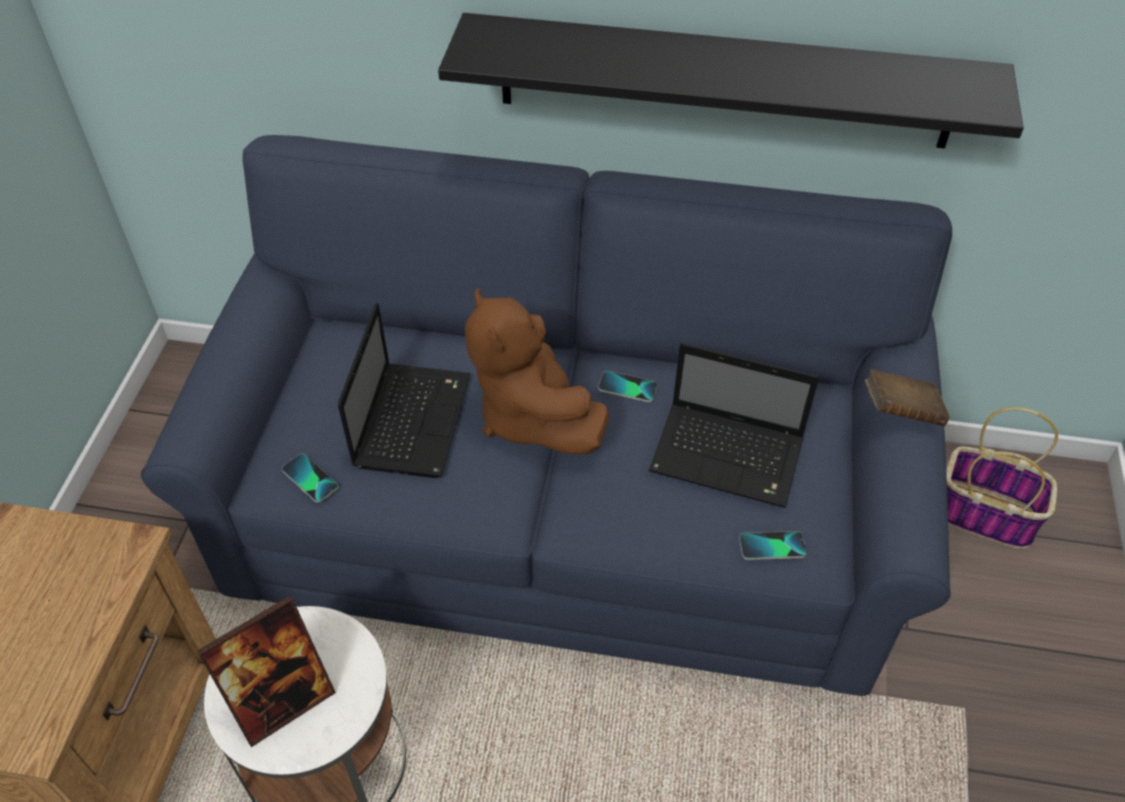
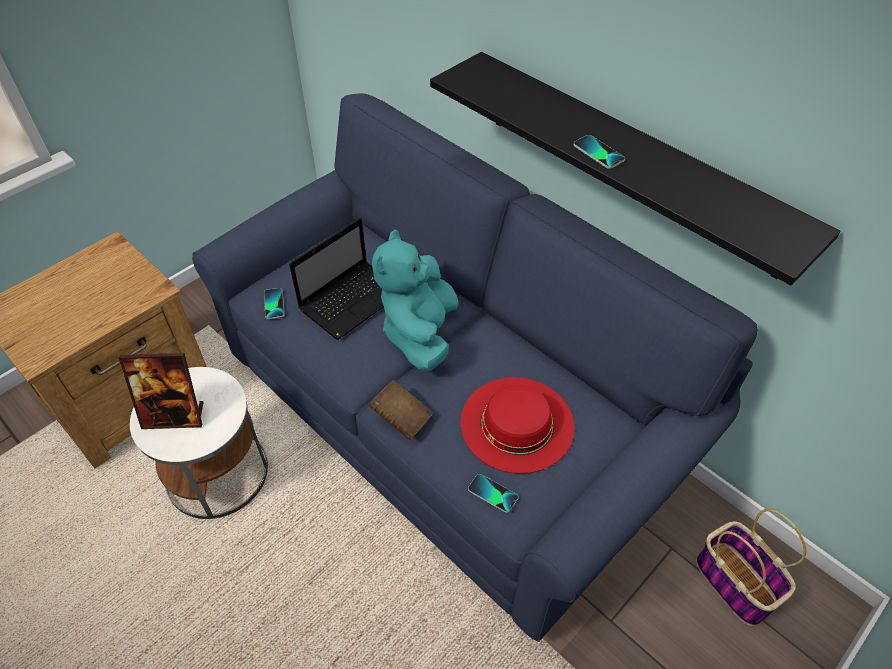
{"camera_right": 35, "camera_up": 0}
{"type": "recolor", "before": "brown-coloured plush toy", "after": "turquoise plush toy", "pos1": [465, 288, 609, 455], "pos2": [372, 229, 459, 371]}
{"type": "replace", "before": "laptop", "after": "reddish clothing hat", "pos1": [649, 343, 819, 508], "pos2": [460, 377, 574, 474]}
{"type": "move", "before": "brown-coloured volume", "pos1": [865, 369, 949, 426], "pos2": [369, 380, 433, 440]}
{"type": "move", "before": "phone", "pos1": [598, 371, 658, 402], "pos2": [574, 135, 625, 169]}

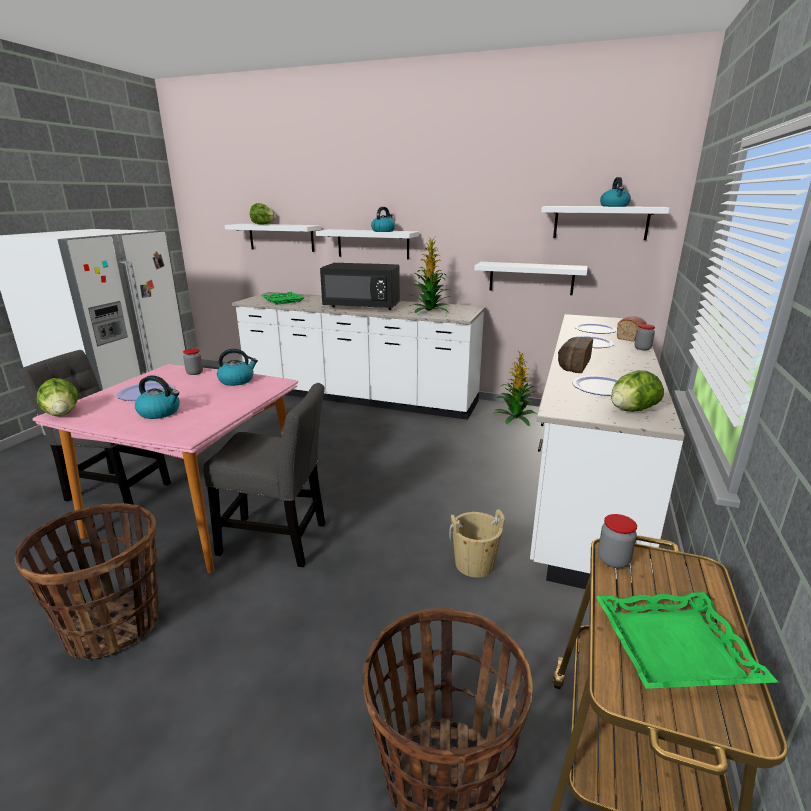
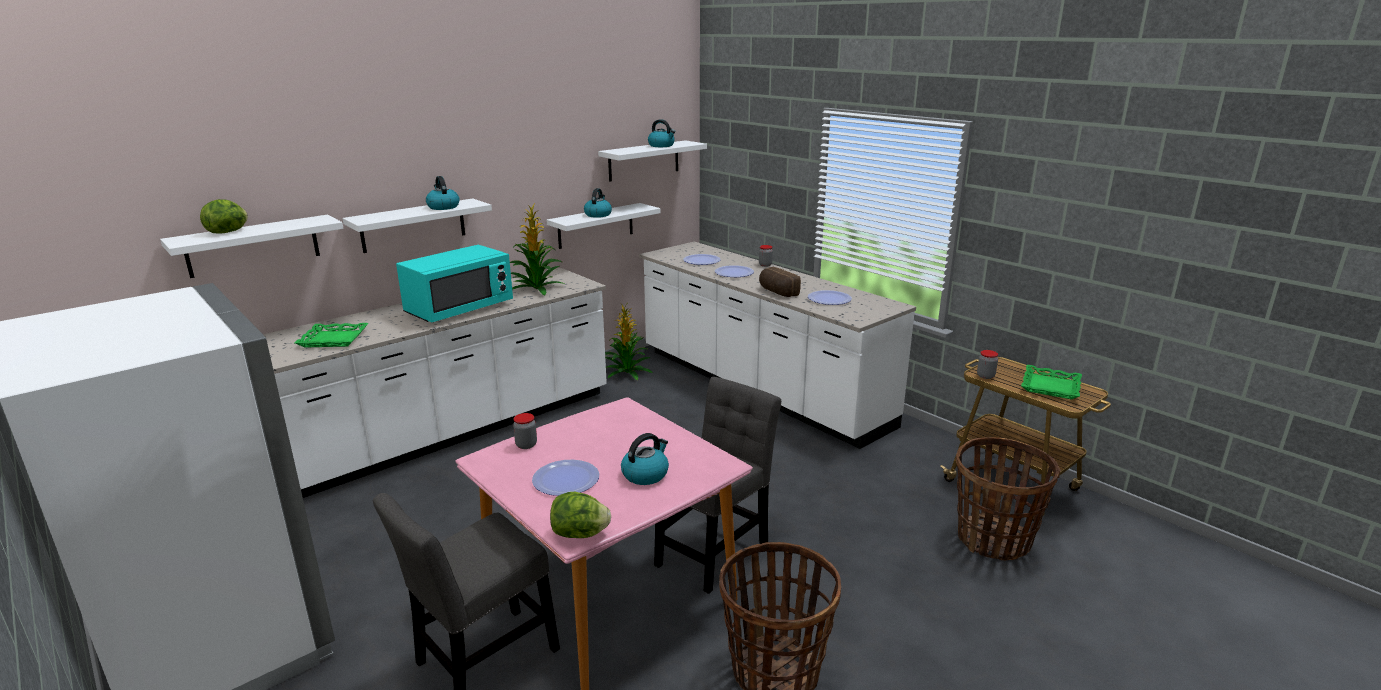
{"camera_right": -60, "camera_up": 0}
{"type": "recolor", "before": "black microwave oven", "after": "turquoise microwave oven", "pos1": [320, 263, 400, 310], "pos2": [396, 245, 513, 322]}
{"type": "delete", "before": "bakery bread", "pos1": [617, 316, 647, 342]}
{"type": "move", "before": "tea kettle", "pos1": [217, 349, 258, 386], "pos2": [584, 188, 612, 218]}
{"type": "delete", "before": "head of lettuce", "pos1": [611, 370, 664, 412]}
{"type": "delete", "before": "beige-coloured pail", "pos1": [449, 509, 505, 578]}

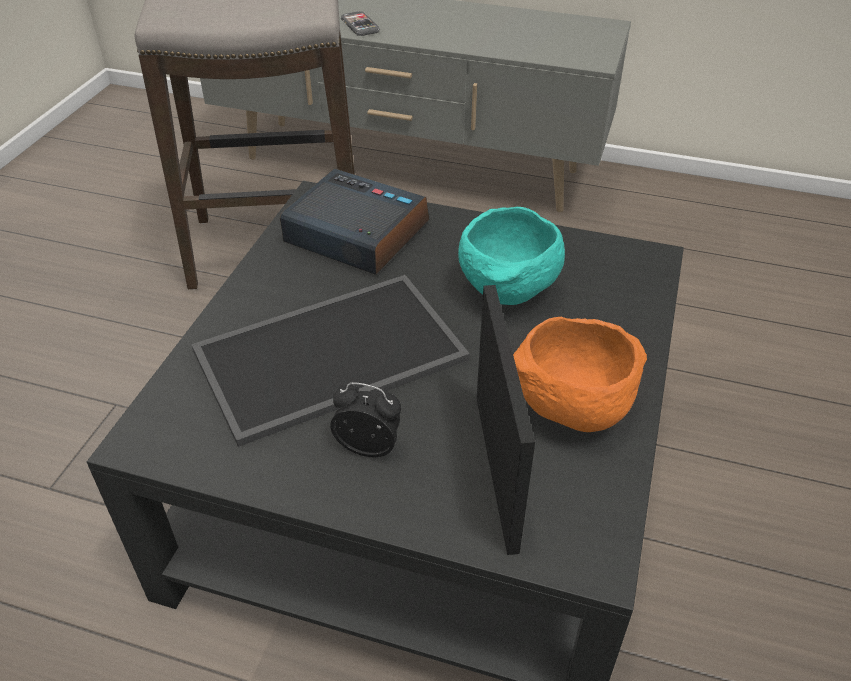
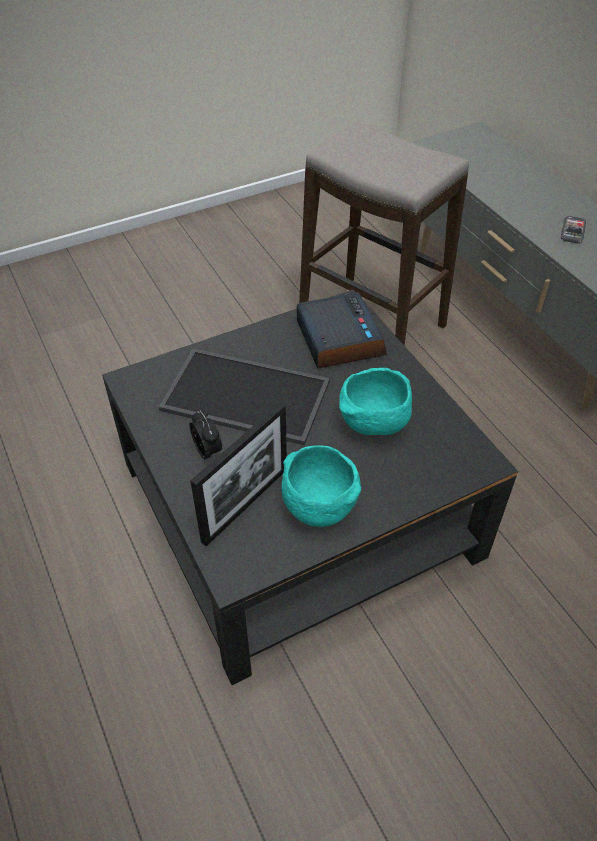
{"camera_right": 45, "camera_up": 5}
{"type": "move", "before": "phone", "pos1": [341, 11, 380, 36], "pos2": [561, 216, 586, 243]}
{"type": "recolor", "before": "orange bowl", "after": "turquoise bowl", "pos1": [513, 317, 647, 432], "pos2": [281, 445, 361, 527]}

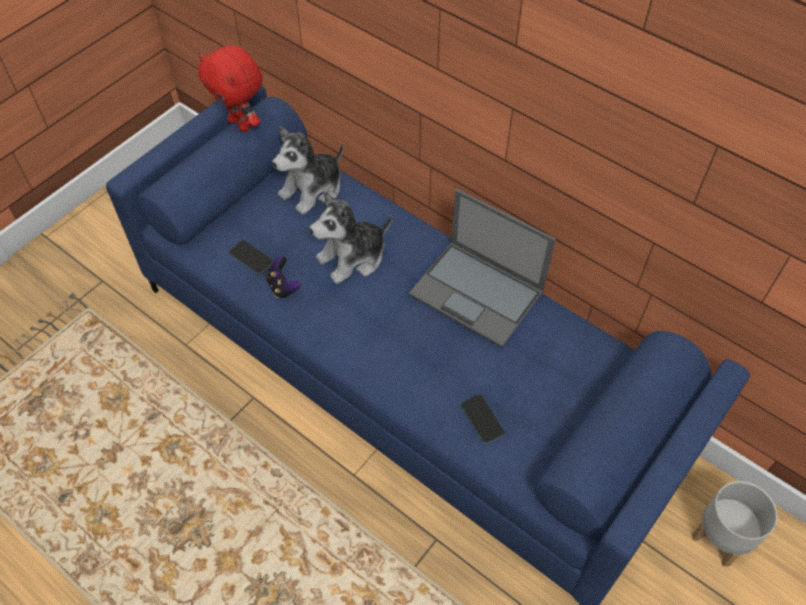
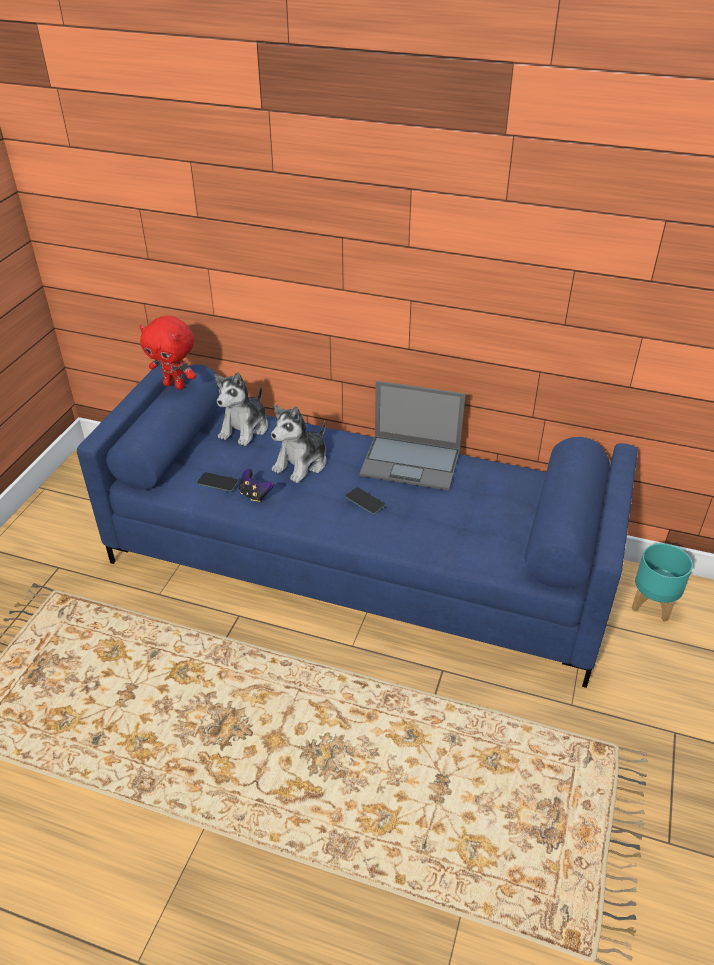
{"camera_right": -20, "camera_up": -15}
{"type": "move", "before": "phone", "pos1": [460, 394, 505, 444], "pos2": [345, 487, 386, 514]}
{"type": "recolor", "before": "greyish plant pot", "after": "turquoise plant pot", "pos1": [692, 481, 778, 566], "pos2": [632, 543, 693, 622]}

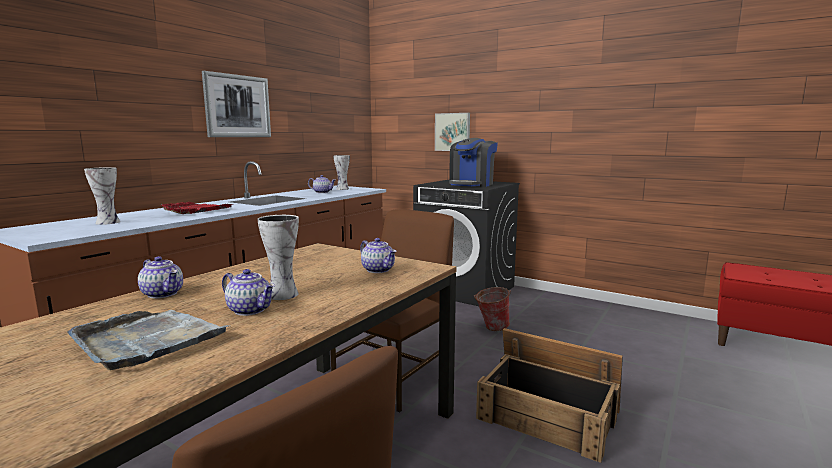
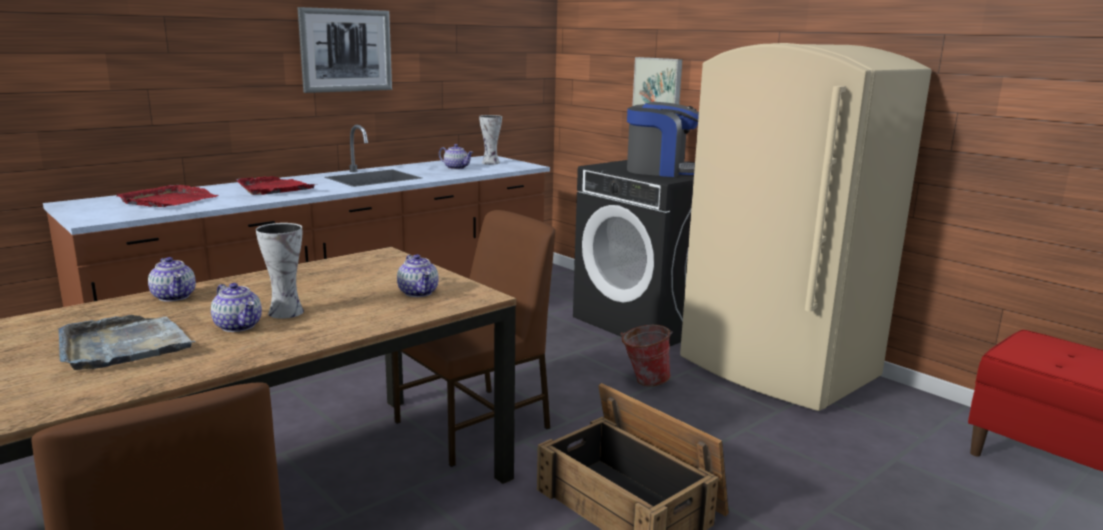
{"camera_right": 15, "camera_up": 5}
{"type": "rotate", "before": "coffee brewer", "pos1": [449, 138, 498, 187], "pos2": [627, 102, 699, 177], "turn": -120}
{"type": "replace", "before": "decorative vase", "after": "reddish serving tray", "pos1": [84, 167, 120, 225], "pos2": [116, 185, 219, 207]}
{"type": "insert", "after": "beige-coloured fridge", "pos2": [680, 43, 932, 411]}

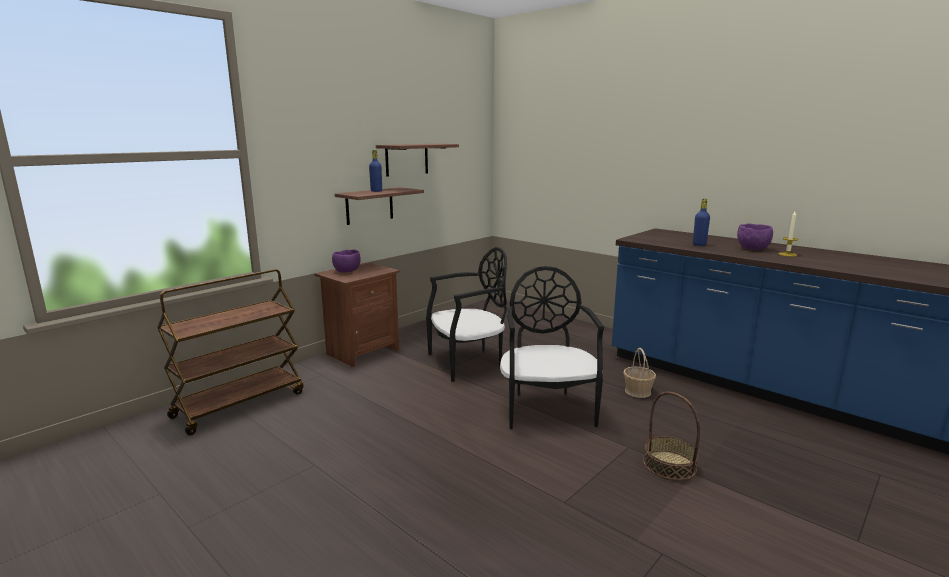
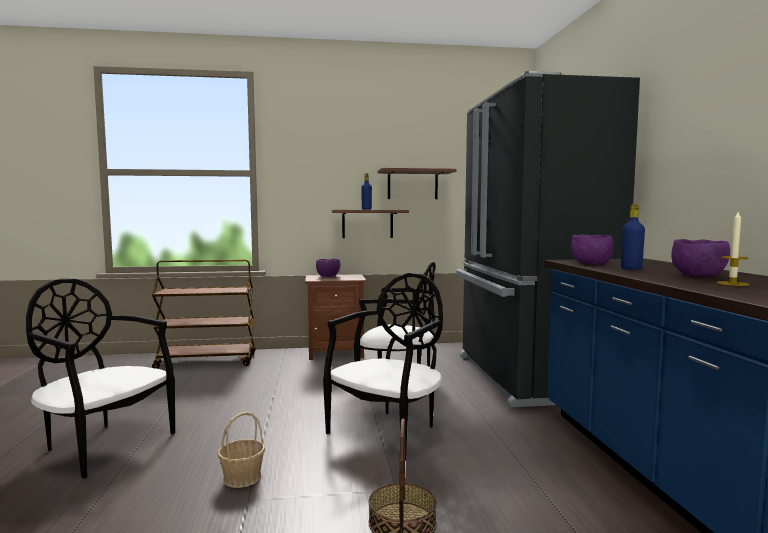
{"camera_right": 40, "camera_up": -10}
{"type": "move", "before": "storage basket", "pos1": [623, 348, 656, 398], "pos2": [218, 412, 265, 488]}
{"type": "insert", "after": "black fridge", "pos2": [456, 71, 640, 407]}
{"type": "insert", "after": "purple bowl", "pos2": [571, 234, 614, 265]}
{"type": "insert", "after": "black chair", "pos2": [26, 278, 175, 478]}

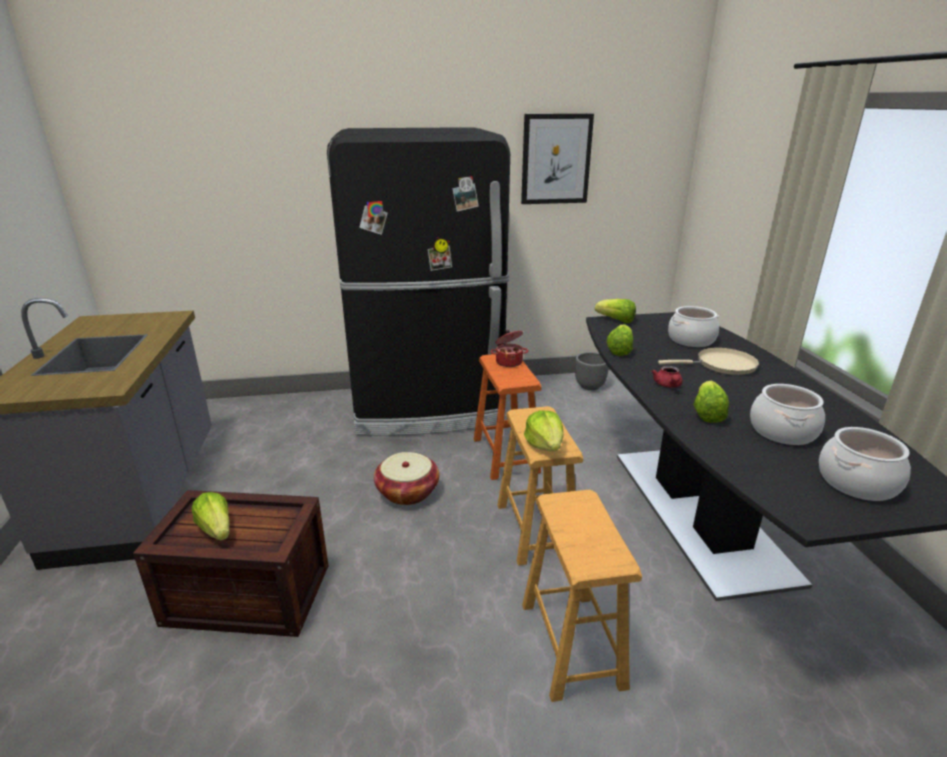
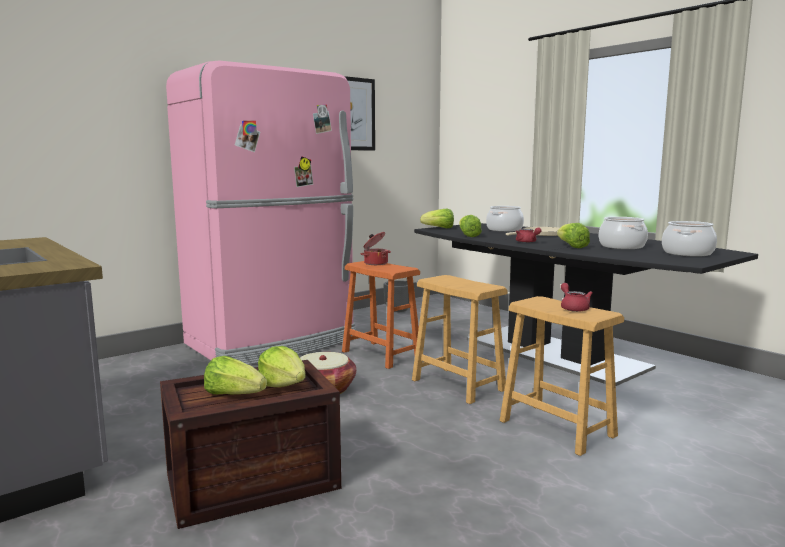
{"camera_right": -30, "camera_up": -15}
{"type": "recolor", "before": "black fridge", "after": "pink fridge", "pos1": [327, 127, 510, 436], "pos2": [166, 61, 356, 365]}
{"type": "move", "before": "head of lettuce", "pos1": [524, 410, 564, 451], "pos2": [258, 346, 306, 387]}
{"type": "insert", "after": "reddish pot for tea", "pos2": [561, 283, 593, 312]}

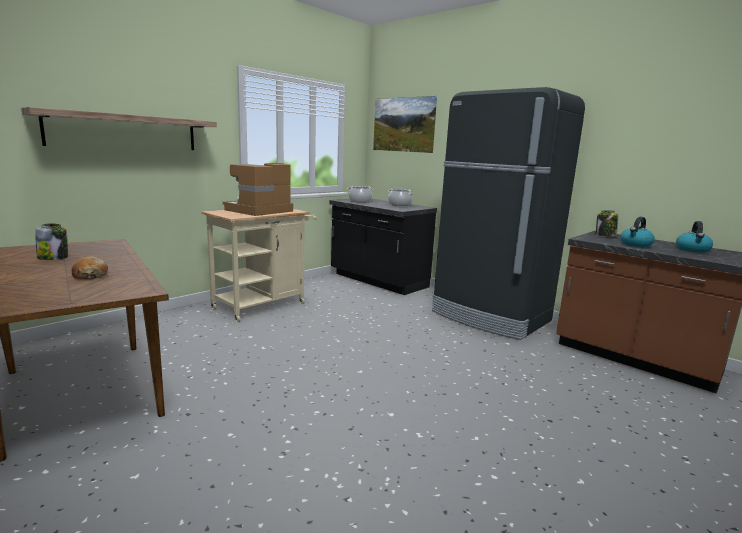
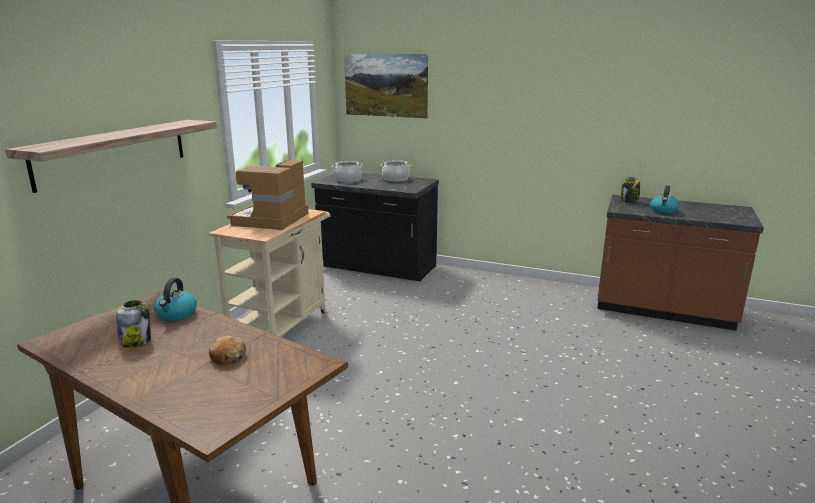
{"camera_right": -20, "camera_up": 5}
{"type": "delete", "before": "black fridge", "pos1": [432, 87, 585, 340]}
{"type": "move", "before": "tea kettle", "pos1": [676, 221, 713, 253], "pos2": [154, 278, 197, 321]}

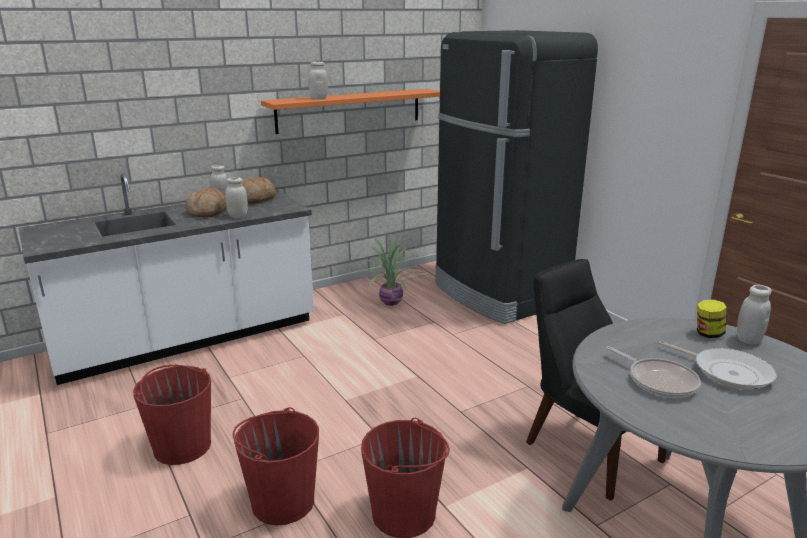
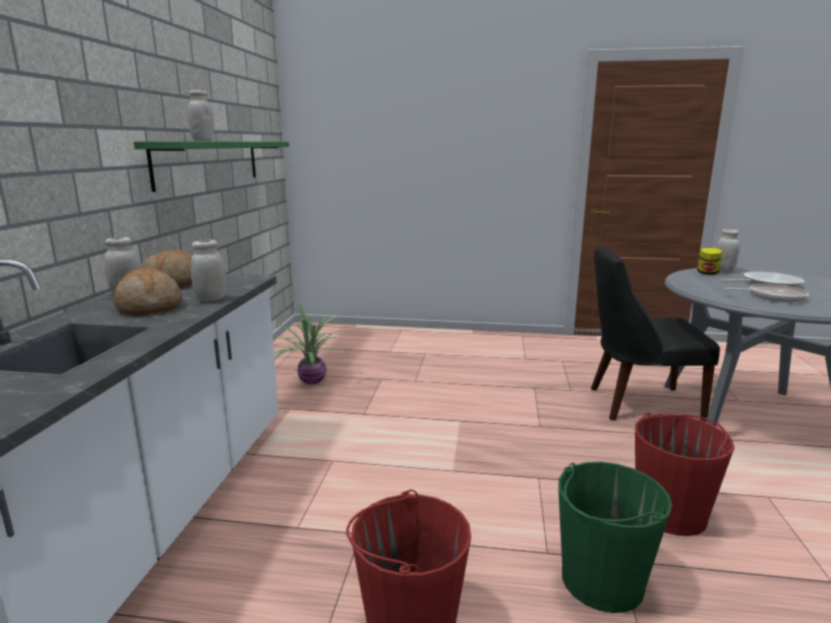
{"camera_right": -50, "camera_up": -5}
{"type": "delete", "before": "black fridge", "pos1": [435, 30, 598, 324]}
{"type": "recolor", "before": "orange bracket shelf", "after": "green-coloured bracket shelf", "pos1": [261, 89, 440, 134], "pos2": [134, 141, 289, 192]}
{"type": "recolor", "before": "reddish pail", "after": "green-coloured pail", "pos1": [233, 407, 319, 525], "pos2": [558, 462, 672, 613]}

